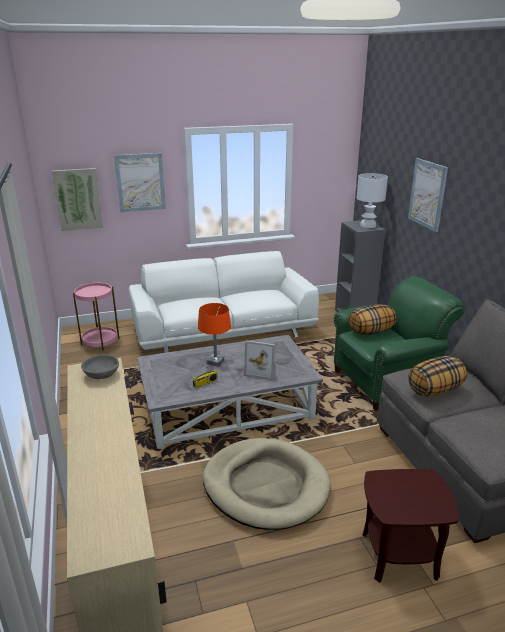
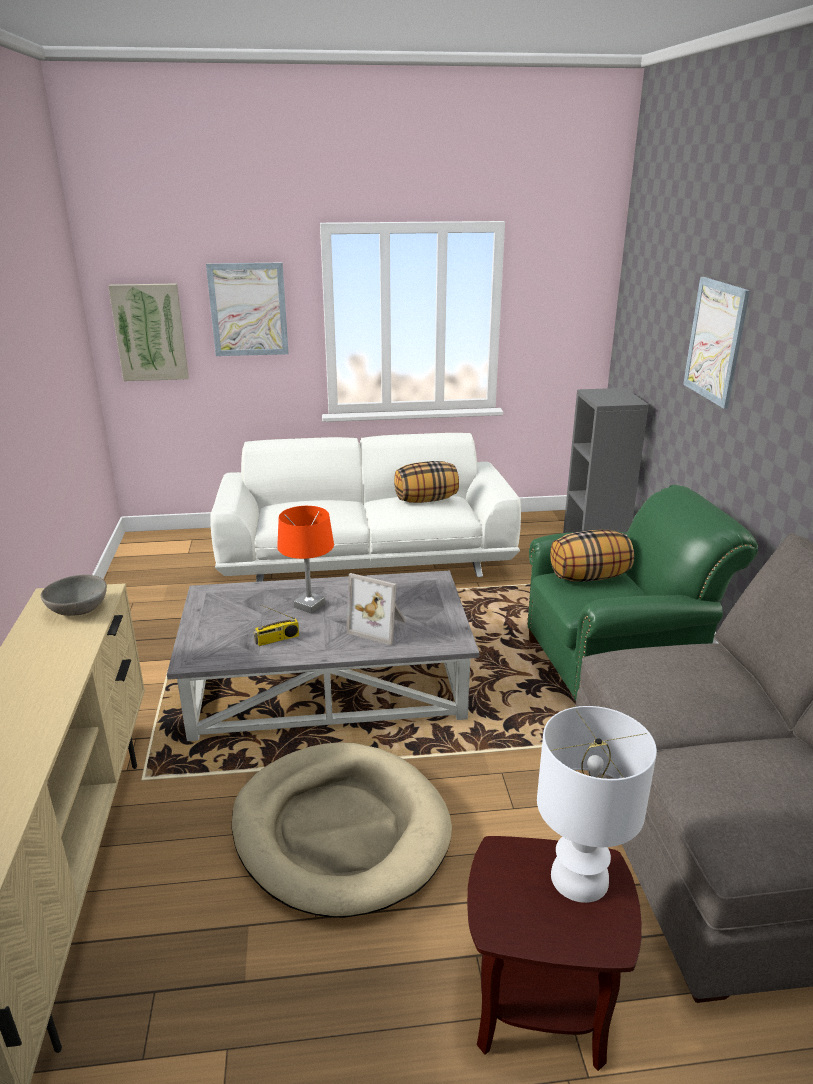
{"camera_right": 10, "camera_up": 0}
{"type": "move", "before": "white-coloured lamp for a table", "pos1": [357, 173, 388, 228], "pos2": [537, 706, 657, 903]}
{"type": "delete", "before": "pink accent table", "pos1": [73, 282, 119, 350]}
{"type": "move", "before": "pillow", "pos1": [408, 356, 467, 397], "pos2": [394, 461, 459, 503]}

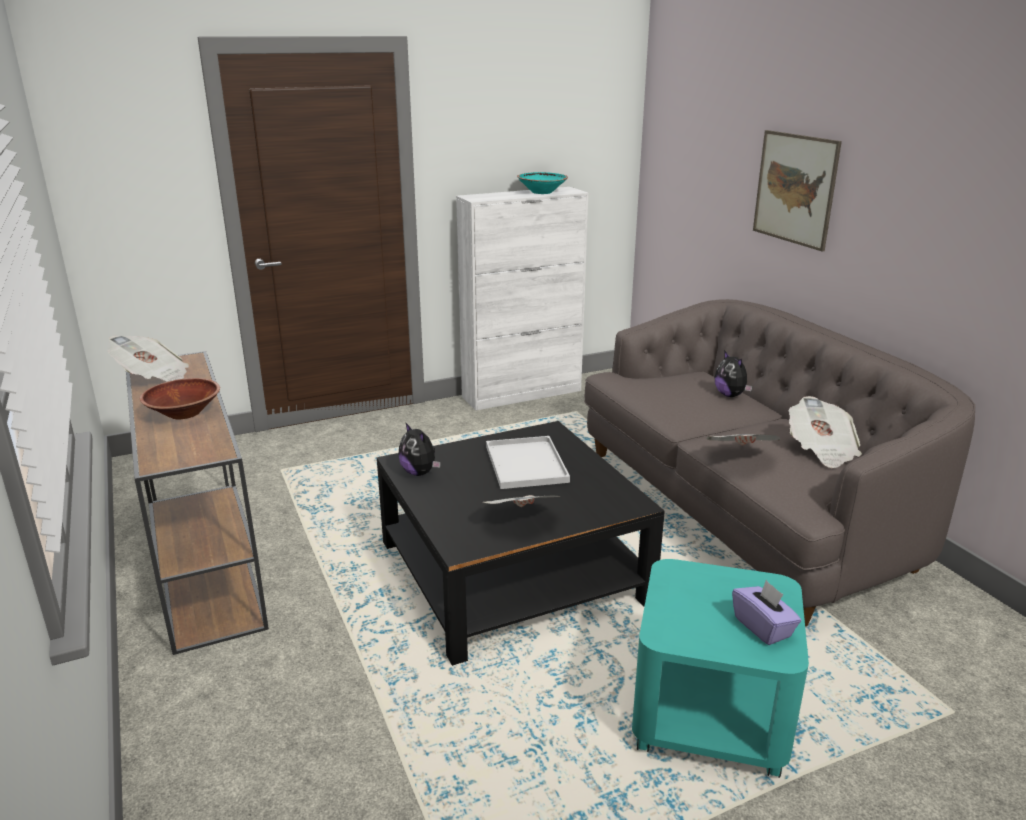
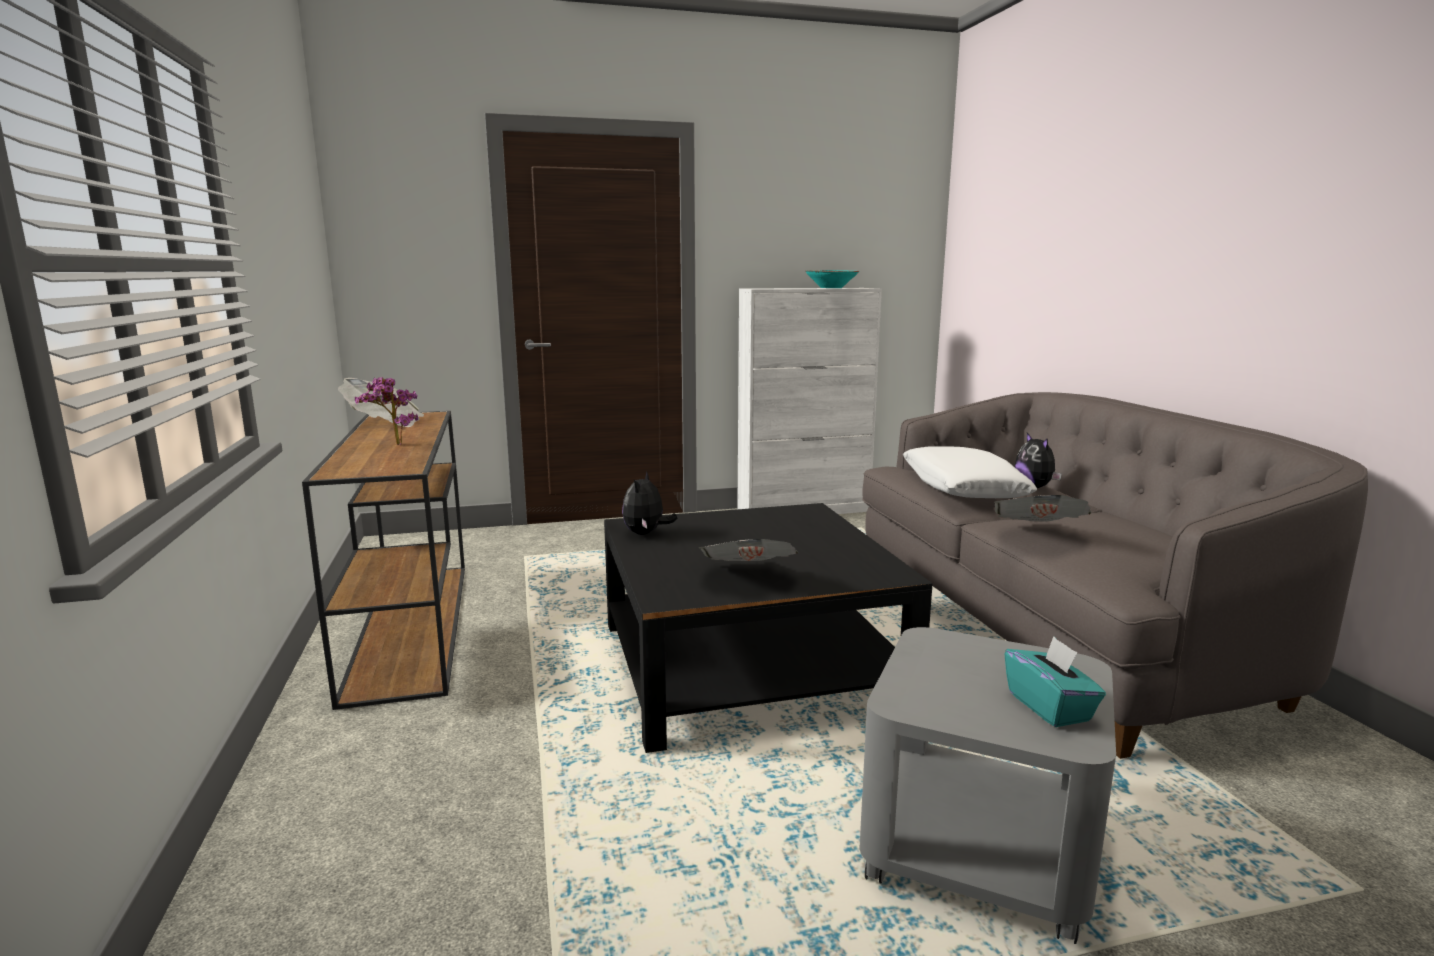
{"camera_right": 10, "camera_up": -10}
{"type": "delete", "before": "picture", "pos1": [753, 130, 842, 251]}
{"type": "replace", "before": "brown-coloured bowl", "after": "plant in a pot", "pos1": [140, 378, 220, 419], "pos2": [355, 377, 418, 445]}
{"type": "delete", "before": "newspaper", "pos1": [789, 396, 862, 468]}
{"type": "rotate", "before": "plush toy", "pos1": [398, 423, 441, 476], "pos2": [622, 471, 677, 535], "turn": 45}
{"type": "delete", "before": "white-coloured serving tray", "pos1": [486, 436, 570, 489]}
{"type": "recolor", "before": "turquoise accent table", "after": "greyish accent table", "pos1": [632, 559, 809, 778], "pos2": [859, 627, 1116, 944]}
{"type": "recolor", "before": "purple box of tissues", "after": "turquoise box of tissues", "pos1": [732, 580, 801, 645], "pos2": [1004, 636, 1106, 727]}
{"type": "insert", "after": "white-coloured pillow", "pos2": [903, 446, 1037, 498]}

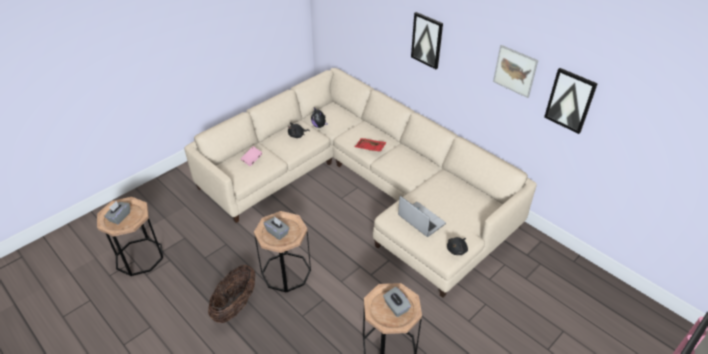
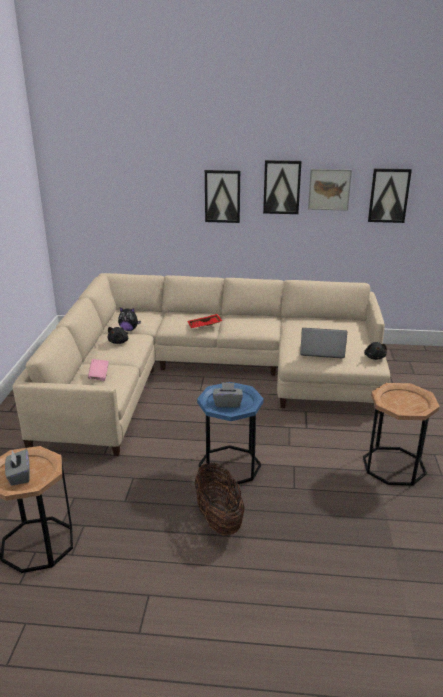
{"camera_right": -40, "camera_up": -15}
{"type": "recolor", "before": "brown-coloured accent table", "after": "blue-coloured accent table", "pos1": [254, 211, 311, 292], "pos2": [197, 382, 264, 486]}
{"type": "delete", "before": "greyish box of tissues", "pos1": [383, 287, 411, 317]}
{"type": "insert", "after": "picture", "pos2": [263, 160, 302, 214]}

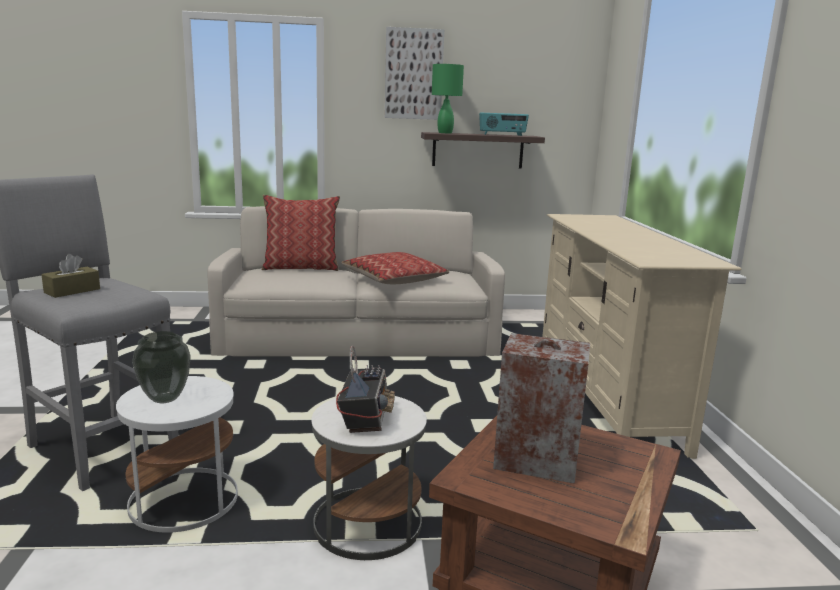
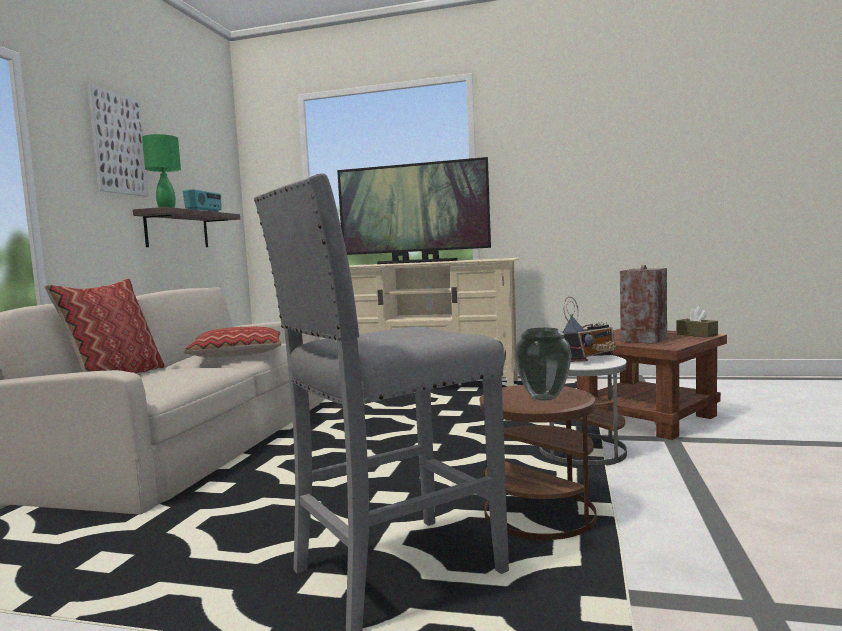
{"camera_right": -70, "camera_up": -10}
{"type": "move", "before": "brown-coloured box of tissues", "pos1": [41, 254, 100, 298], "pos2": [677, 306, 718, 338]}
{"type": "rotate", "before": "radio set", "pos1": [336, 345, 395, 433], "pos2": [563, 297, 616, 362], "turn": 120}
{"type": "recolor", "before": "white-coloured accent table", "after": "brown-coloured accent table", "pos1": [116, 376, 238, 533], "pos2": [480, 385, 597, 540]}
{"type": "insert", "after": "TV set", "pos2": [337, 157, 491, 264]}

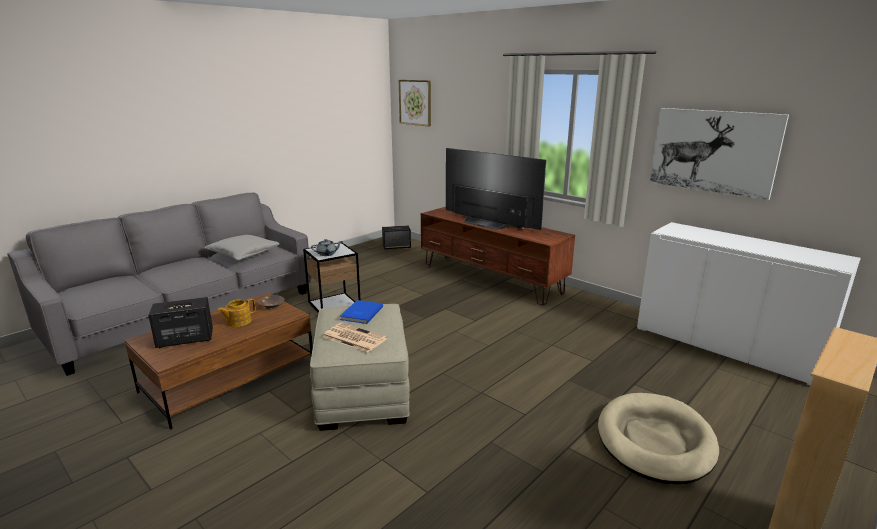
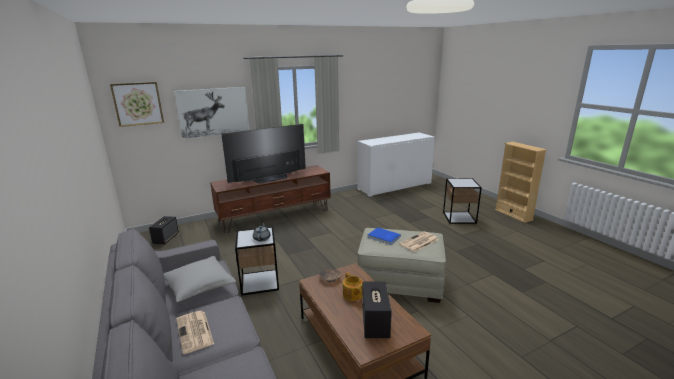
{"camera_right": -70, "camera_up": 0}
{"type": "move", "before": "picture", "pos1": [650, 108, 789, 200], "pos2": [174, 87, 250, 139]}
{"type": "replace", "before": "beige-coloured dog cushion", "after": "accent table", "pos1": [598, 393, 719, 485], "pos2": [443, 178, 482, 224]}
{"type": "insert", "after": "newspaper", "pos2": [176, 311, 214, 354]}

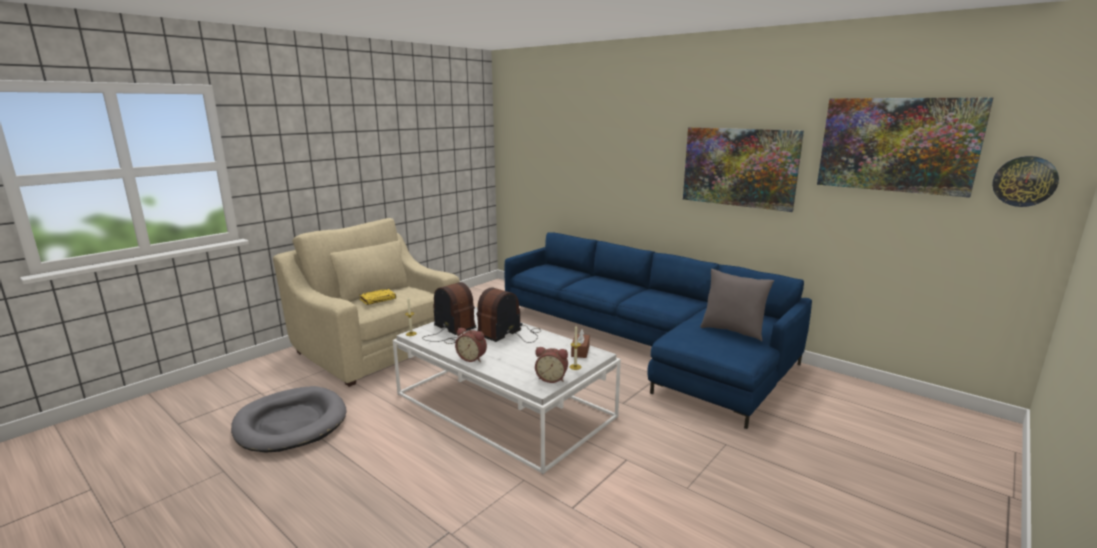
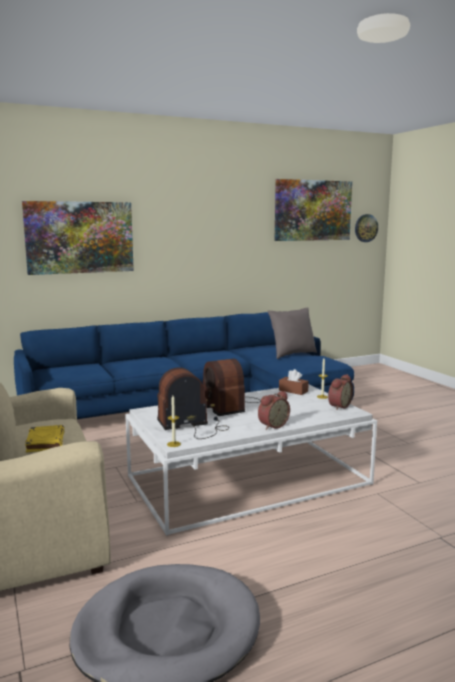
{"camera_right": -65, "camera_up": -5}
{"type": "move", "before": "picture", "pos1": [683, 127, 804, 212], "pos2": [22, 201, 134, 275]}

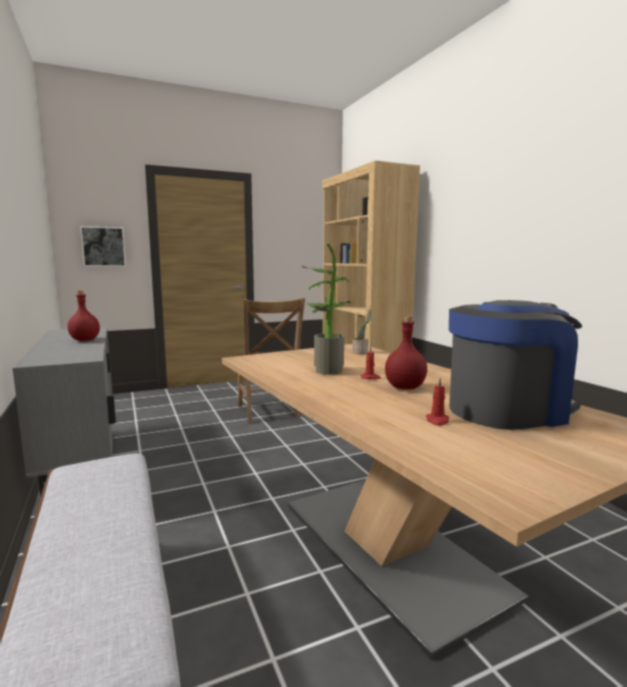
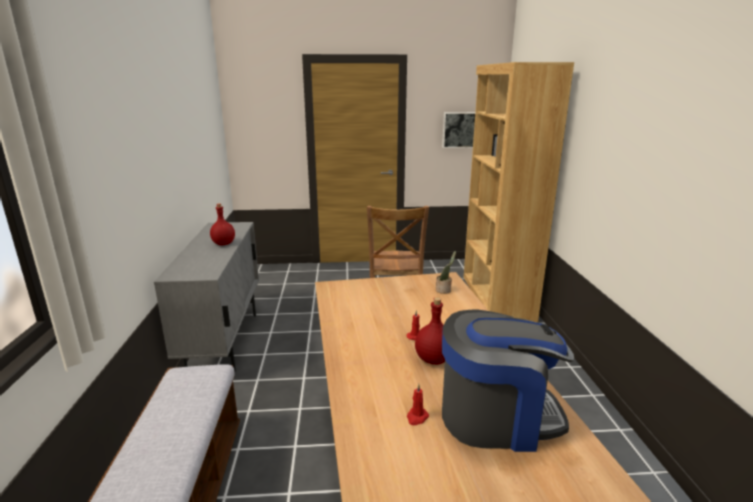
{"camera_right": 20, "camera_up": 10}
{"type": "move", "before": "picture", "pos1": [80, 226, 126, 267], "pos2": [442, 112, 475, 148]}
{"type": "delete", "before": "plant in a pot", "pos1": [302, 242, 351, 375]}

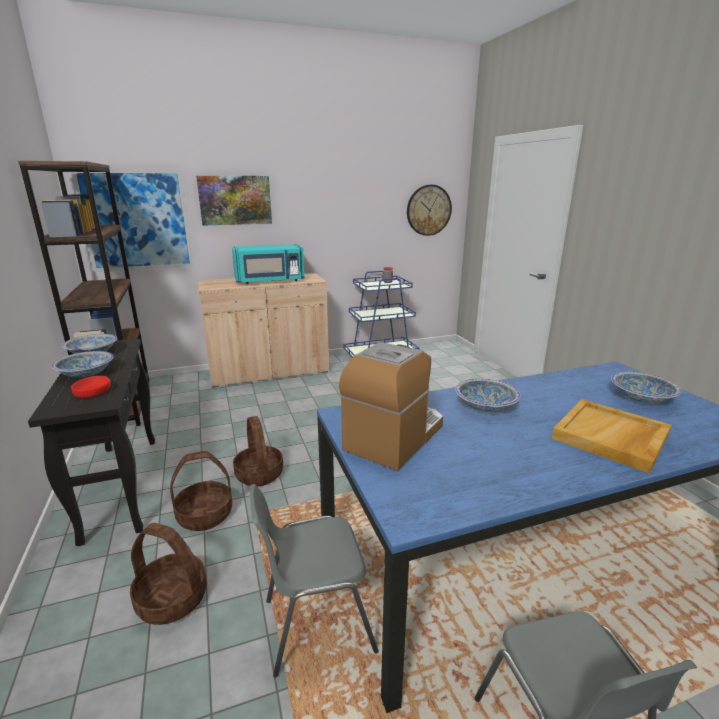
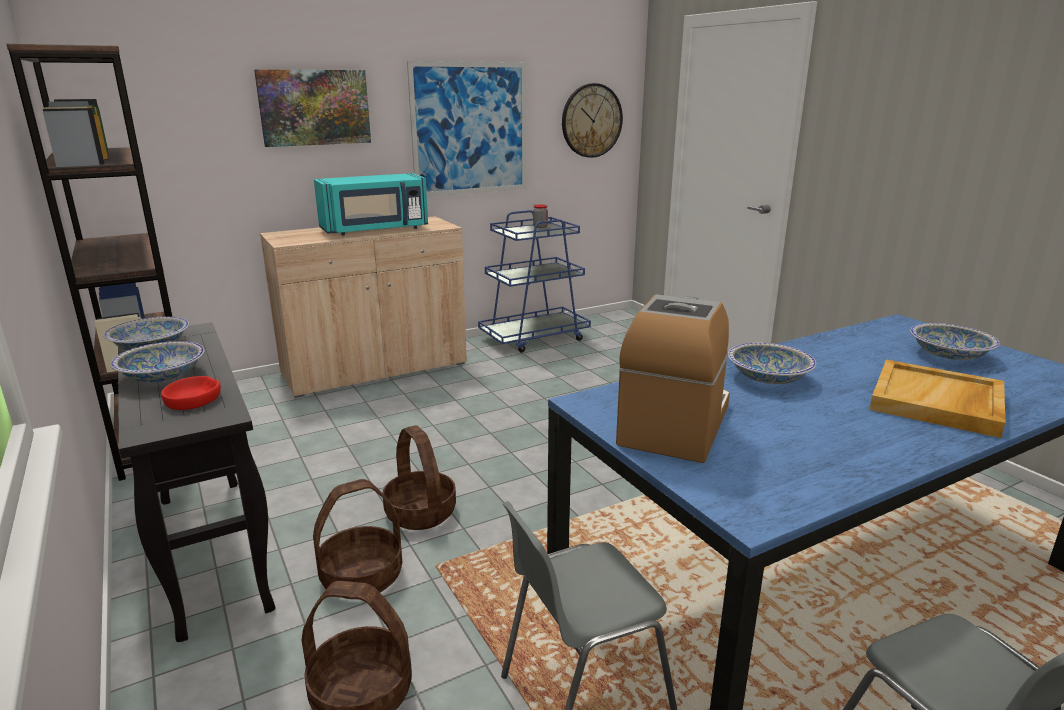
{"camera_right": -10, "camera_up": 0}
{"type": "move", "before": "picture", "pos1": [71, 169, 194, 272], "pos2": [407, 61, 526, 197]}

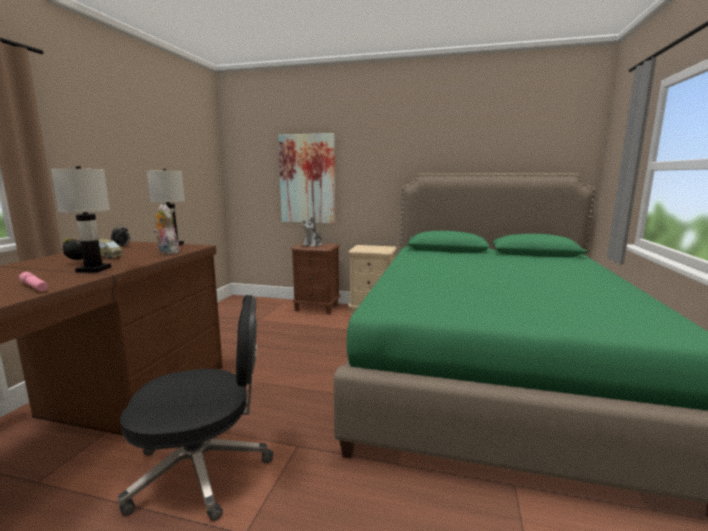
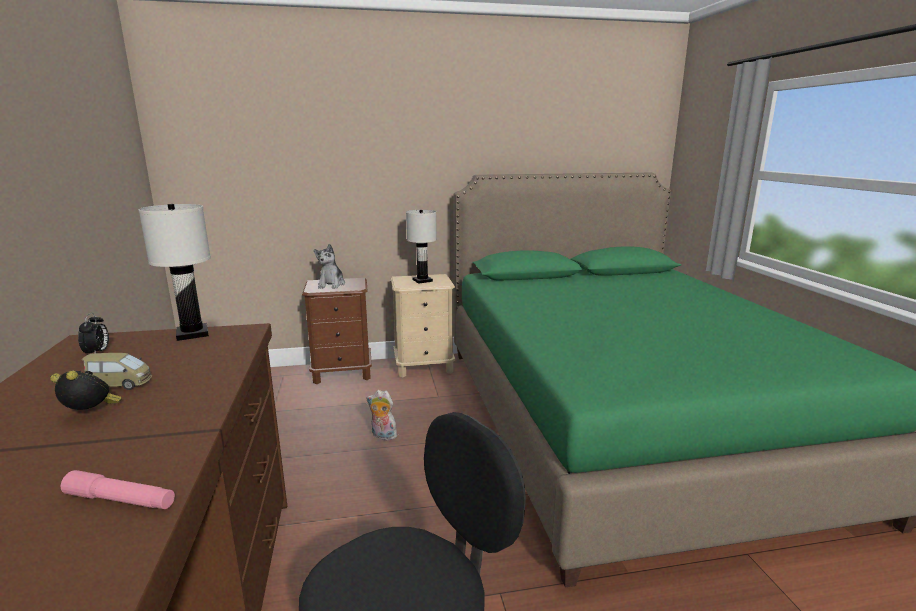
{"camera_right": -25, "camera_up": 5}
{"type": "delete", "before": "picture", "pos1": [278, 133, 335, 224]}
{"type": "move", "before": "white-coloured lamp for a table", "pos1": [51, 166, 111, 273], "pos2": [406, 210, 437, 283]}
{"type": "move", "before": "plush toy", "pos1": [153, 204, 180, 254], "pos2": [367, 390, 397, 440]}

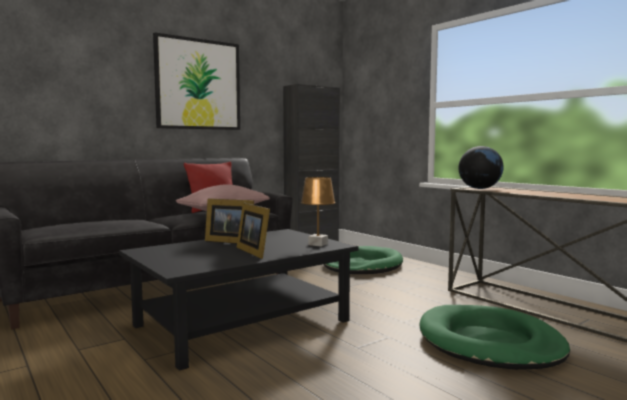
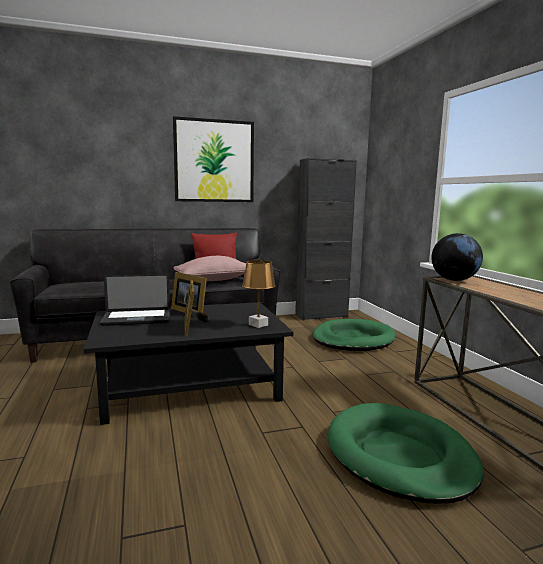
{"camera_right": 20, "camera_up": 5}
{"type": "insert", "after": "laptop", "pos2": [100, 274, 170, 326]}

